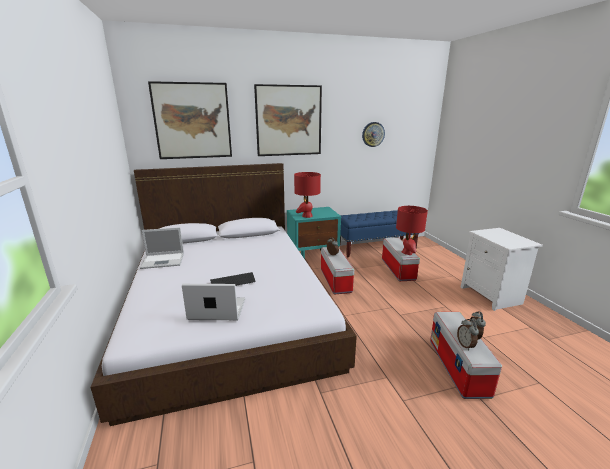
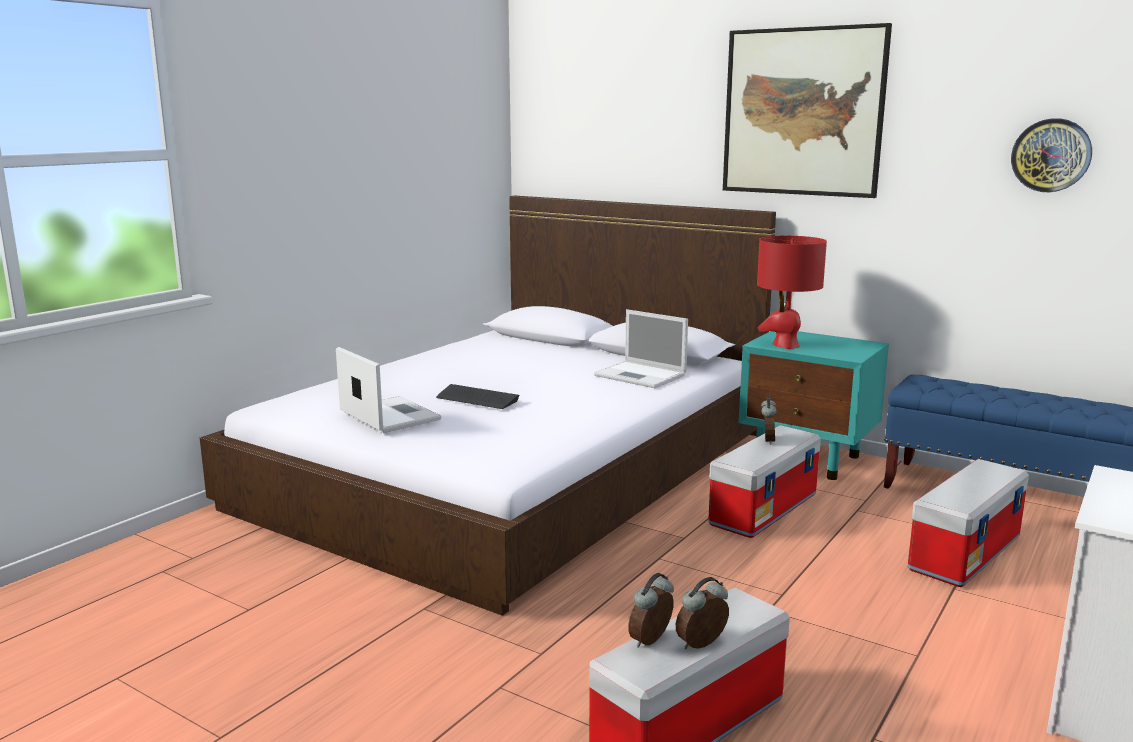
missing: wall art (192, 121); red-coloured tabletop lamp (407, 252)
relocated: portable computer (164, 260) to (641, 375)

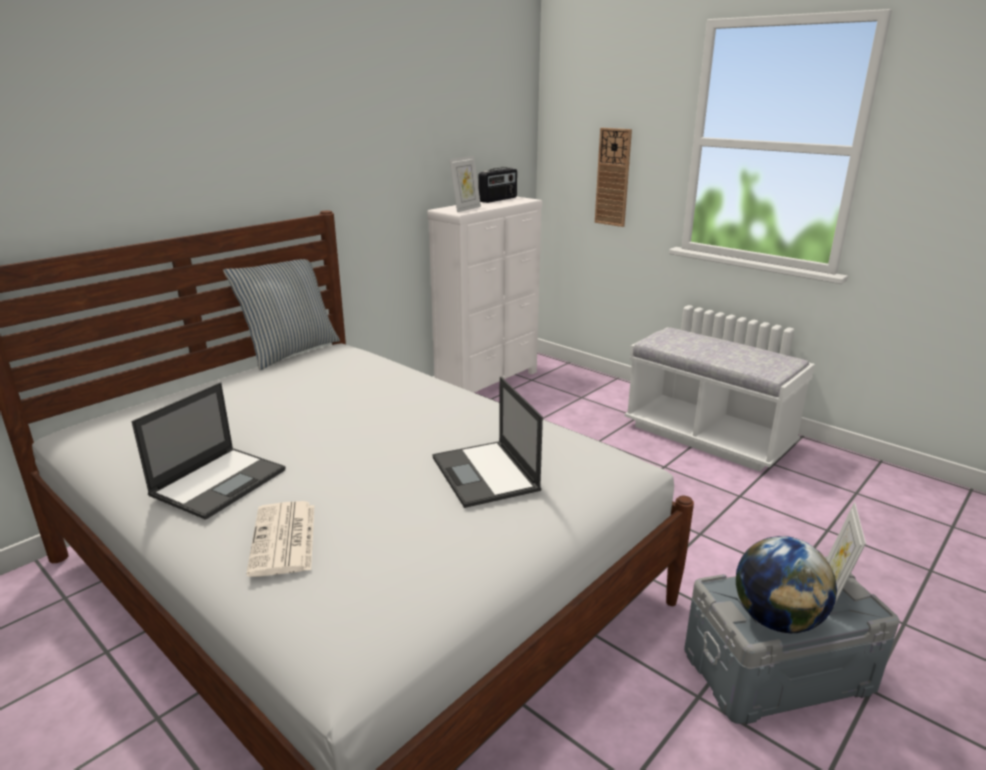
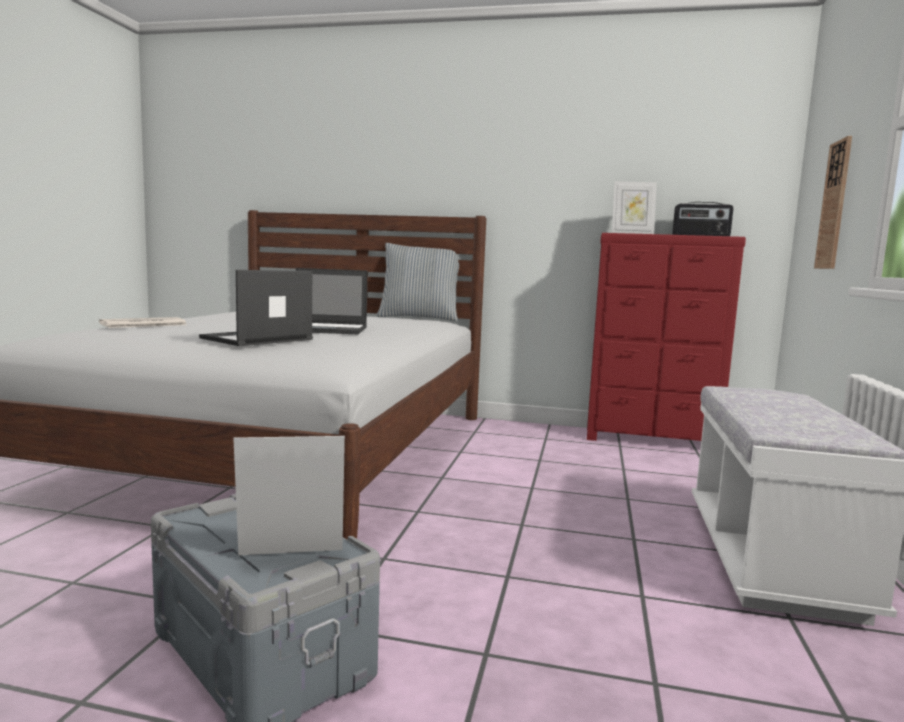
missing: desk globe (777, 619)
relocated: portable computer (220, 481) to (327, 329)
colour: white dresser (489, 382) to red-coloured dresser (651, 440)

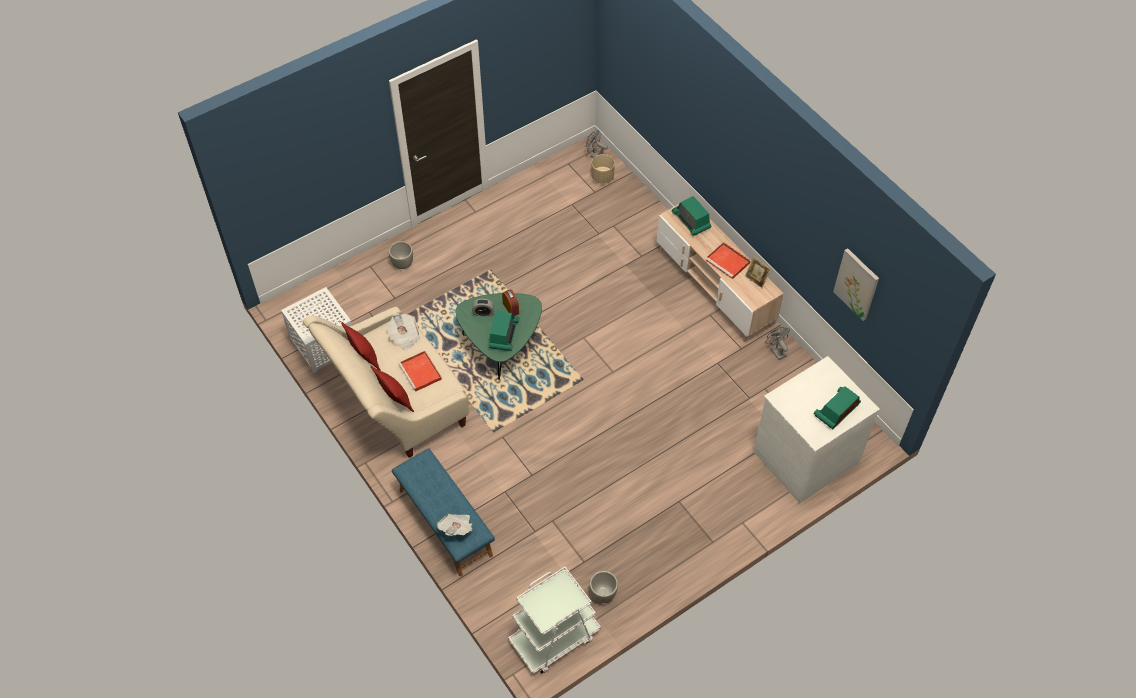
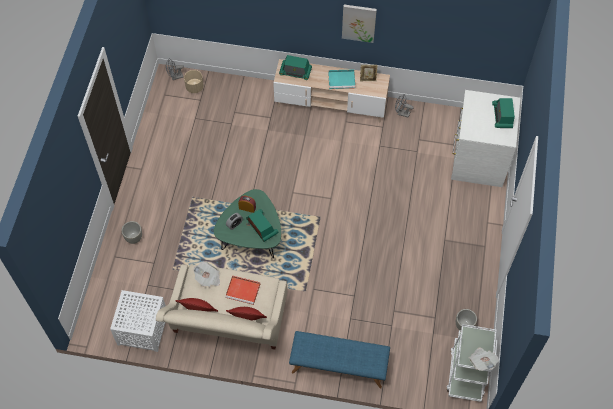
relocated: daily paper (457, 528) to (482, 361); wall art (857, 284) to (359, 22)
colour: red-coloured tray (728, 262) to turquoise tray (342, 80)

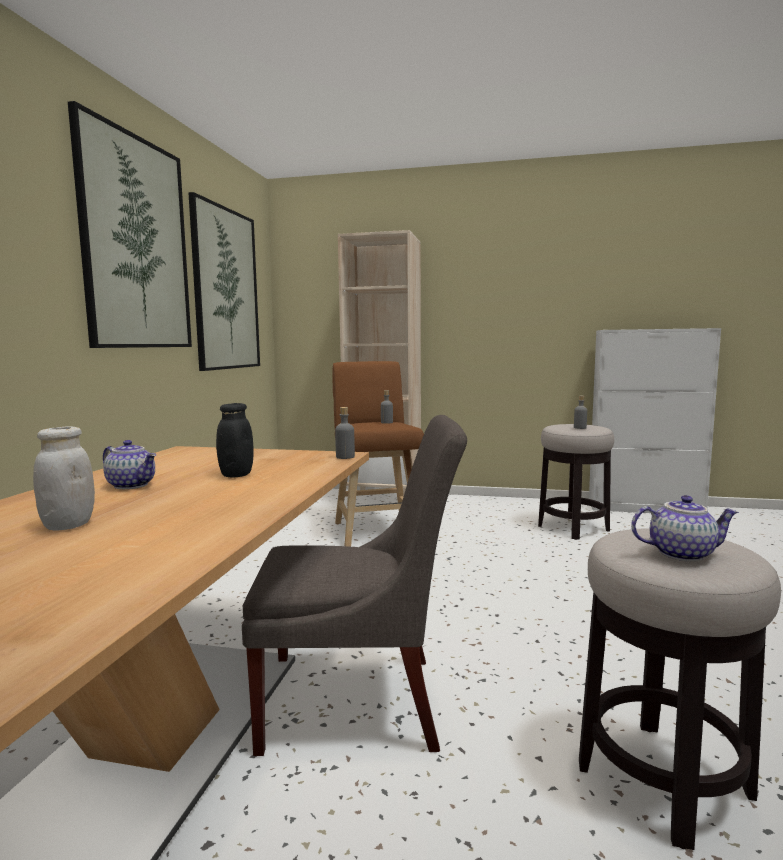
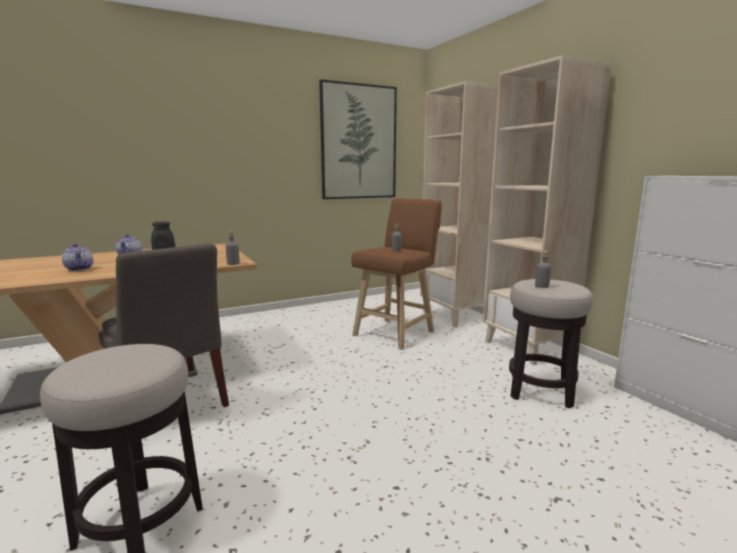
missing: white jar (68, 525); wall art (136, 243)
appeared: sand-coloured bookcase (528, 347)
relocated: pot for tea (681, 553) to (80, 269)

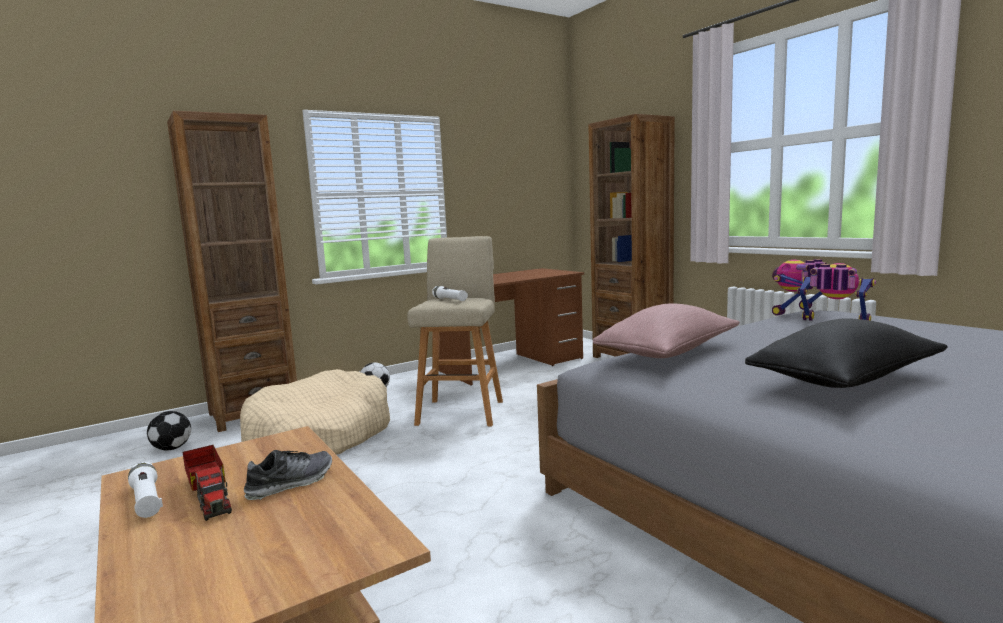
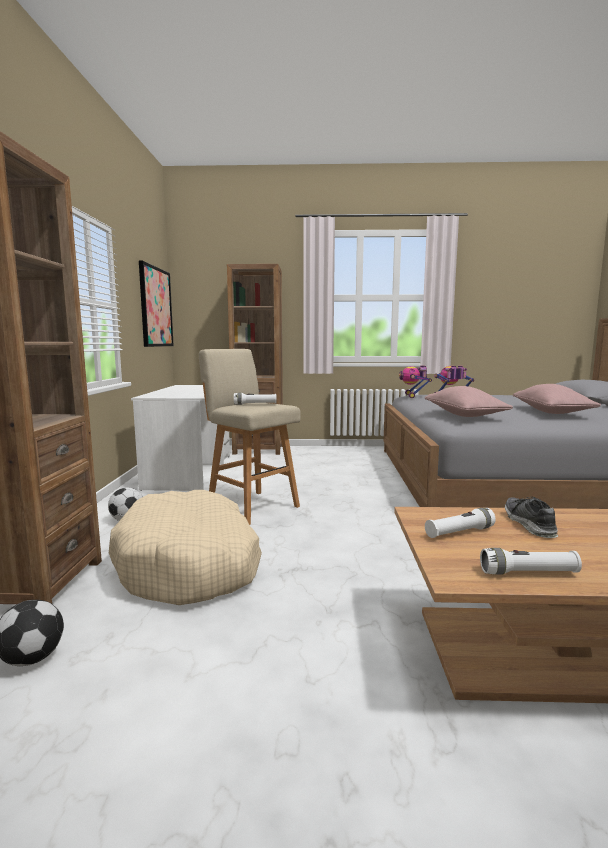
missing: toy truck (209, 493)
appeared: wall art (156, 307); white hand torch (459, 532)
colour: brown desk (512, 365) to white desk (190, 471); blackish pillow (845, 381) to pink pillow (551, 412)

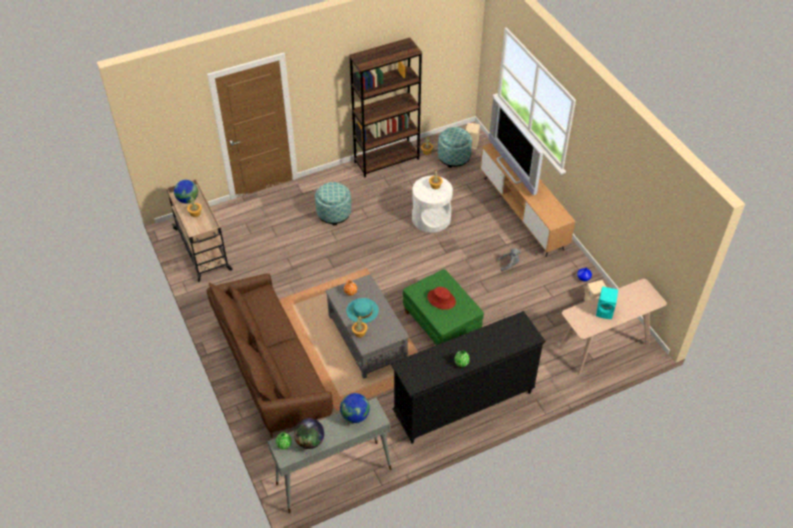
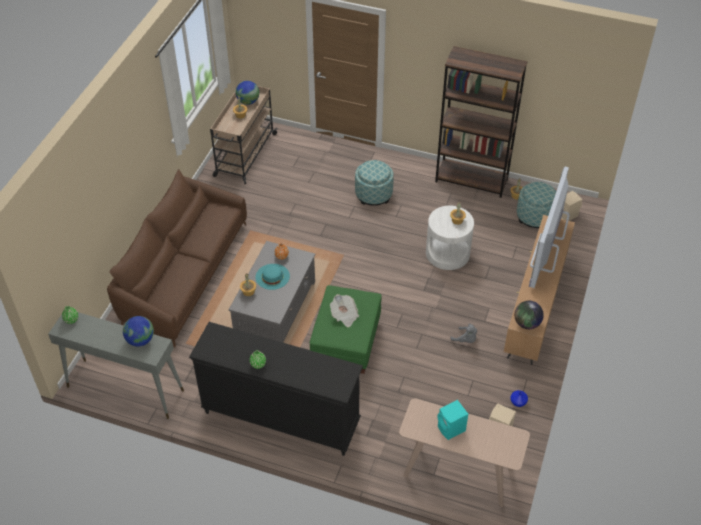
relocated: desk globe (310, 441) to (527, 323)
exchanged: red-coloured hat (441, 299) to daily paper (344, 315)

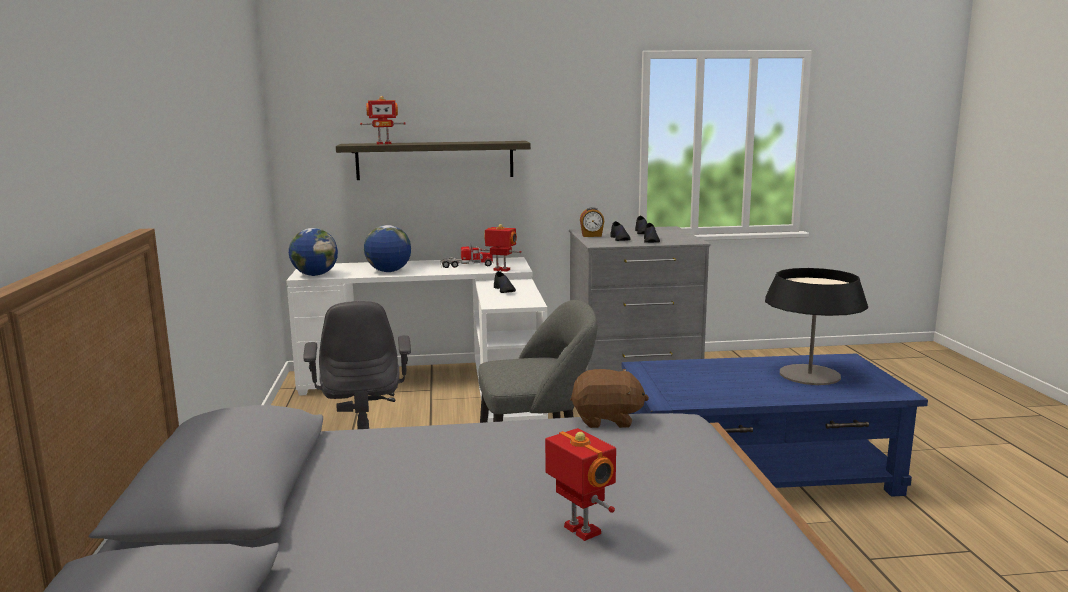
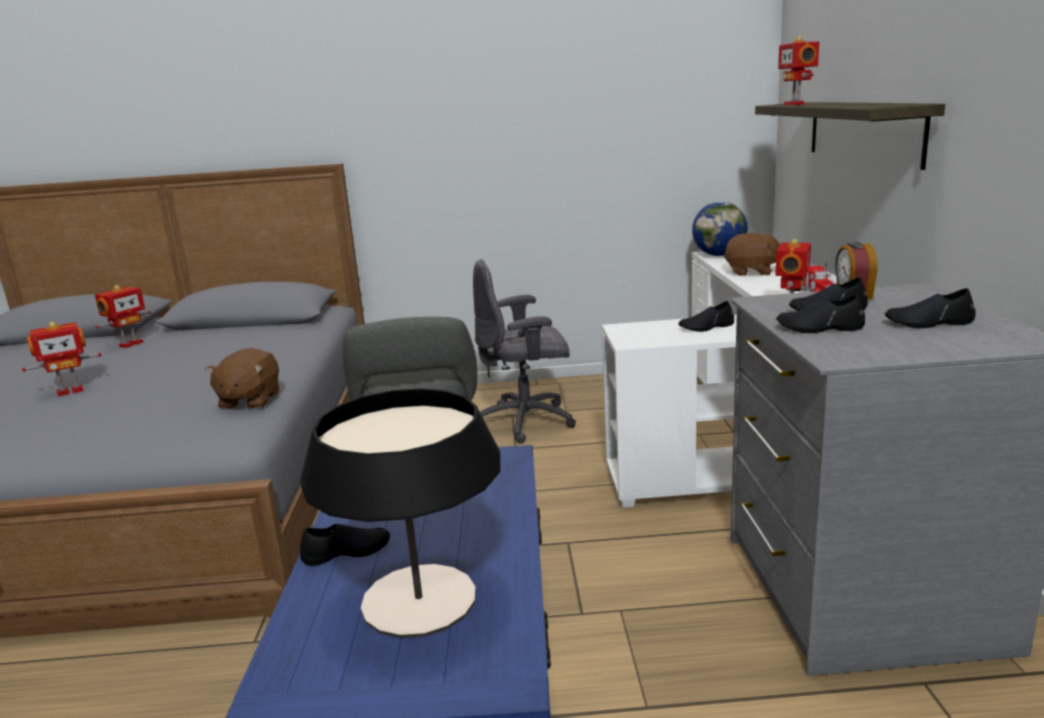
appeared: toy robot (130, 344); blackish item of footwear (346, 552)
exchanged: desk globe (389, 271) to brown cuddly toy (752, 272)

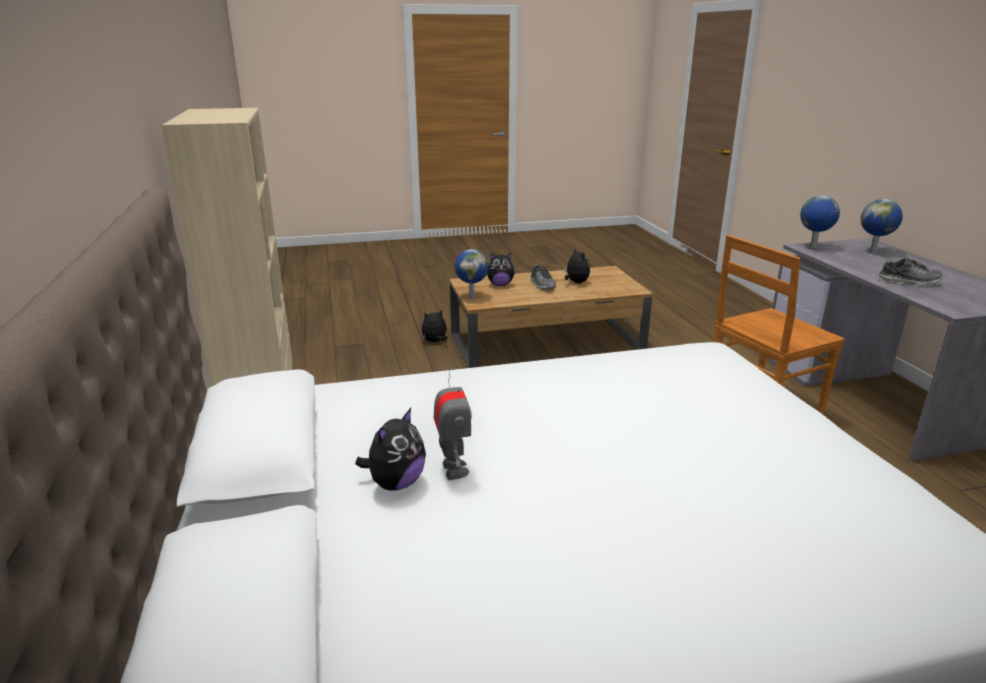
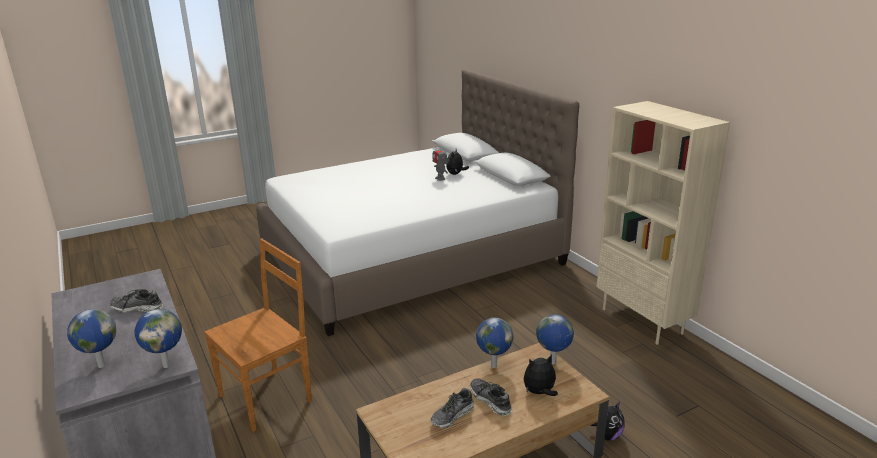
appeared: desk globe (493, 365)
exchanged: cuddly toy (576, 282) to item of footwear (452, 416)

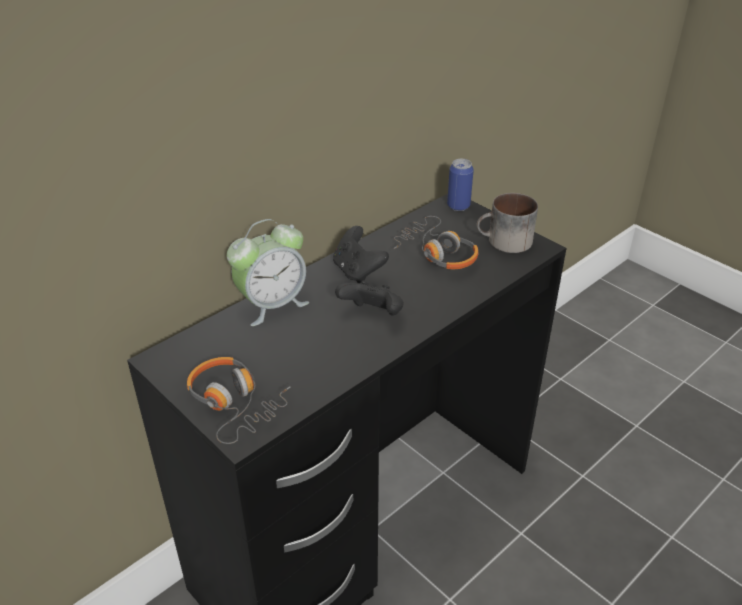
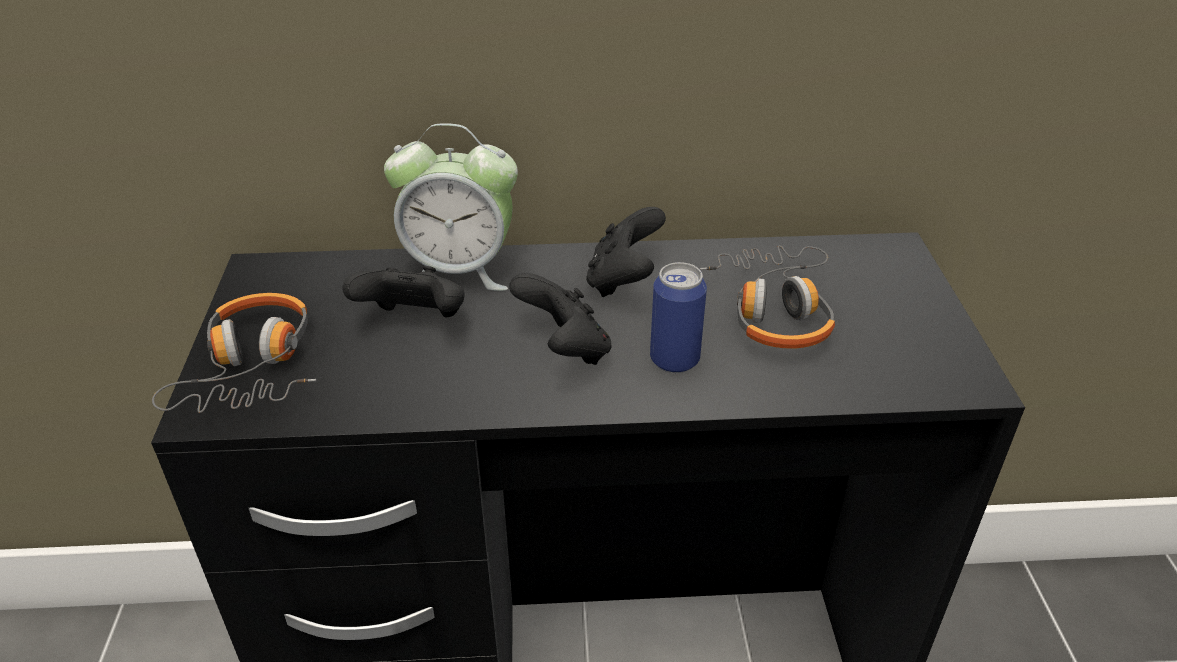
missing: coffee mug (504, 242)
appeared: blackish gamepad (415, 322)
relocated: sealed can (458, 206) to (674, 360)

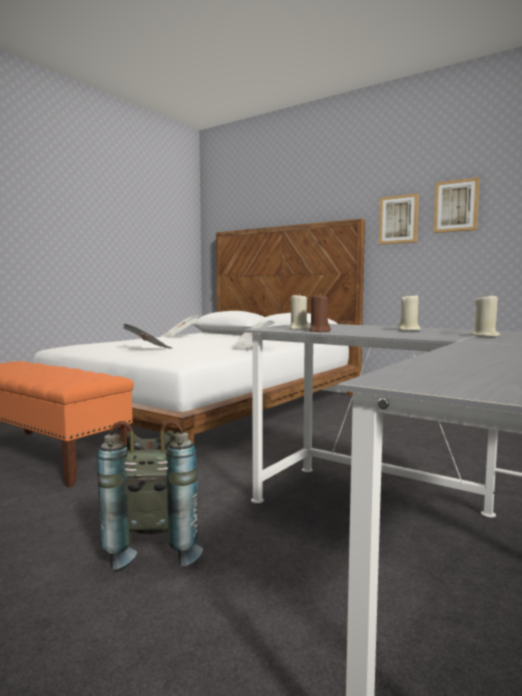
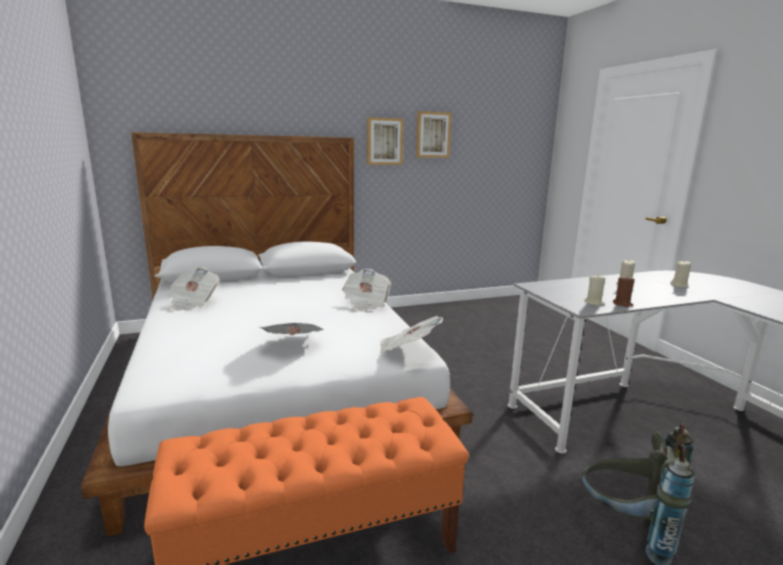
appeared: daily paper (408, 350)

